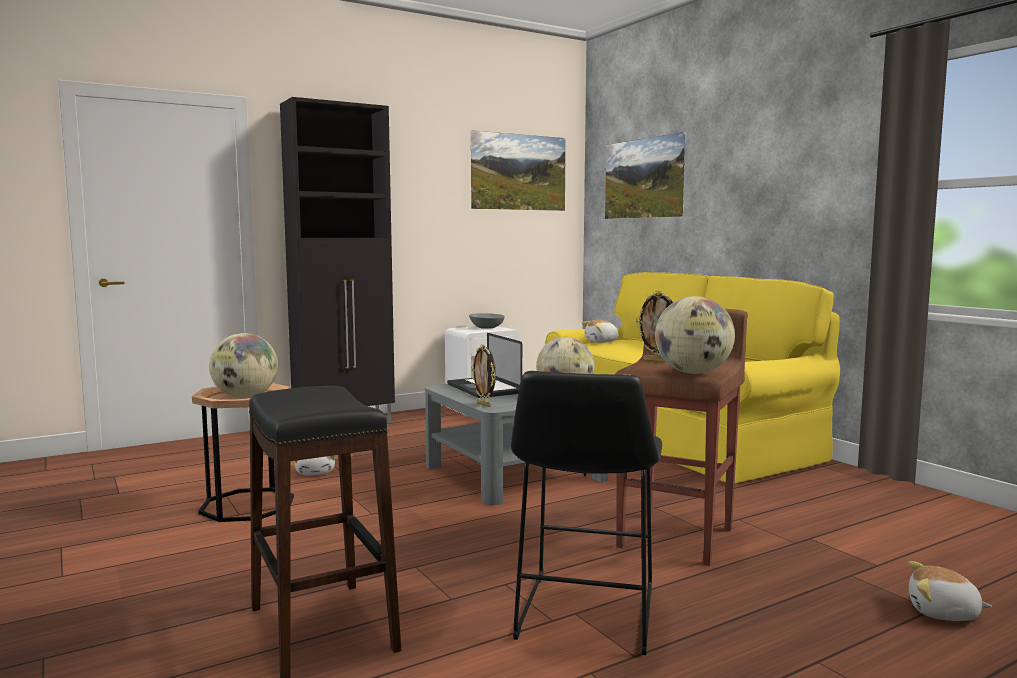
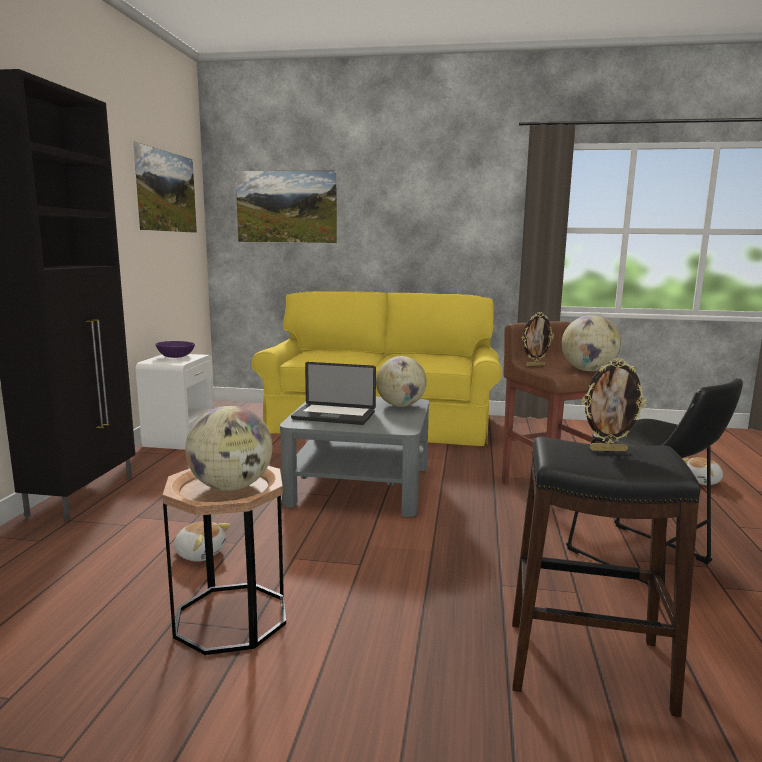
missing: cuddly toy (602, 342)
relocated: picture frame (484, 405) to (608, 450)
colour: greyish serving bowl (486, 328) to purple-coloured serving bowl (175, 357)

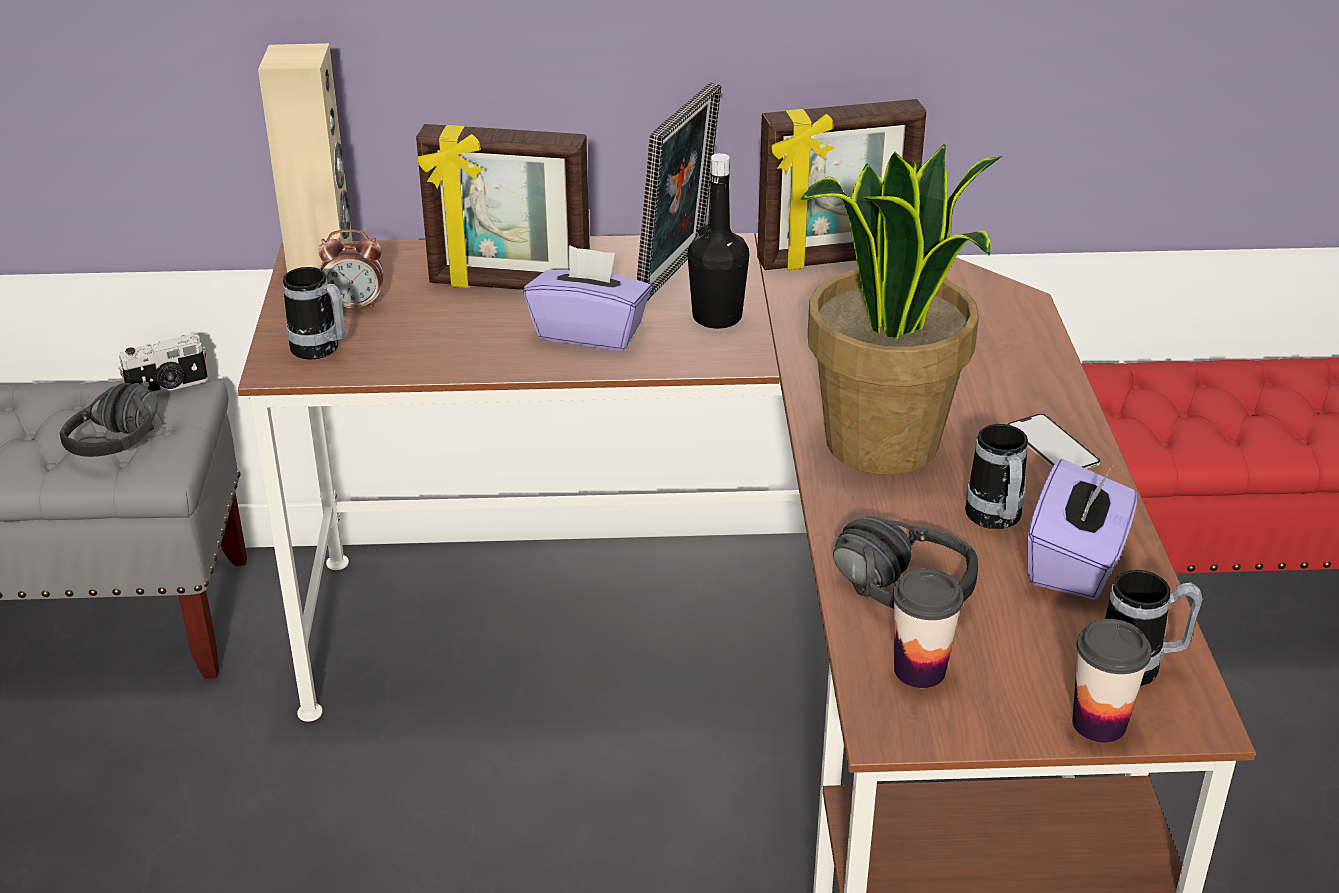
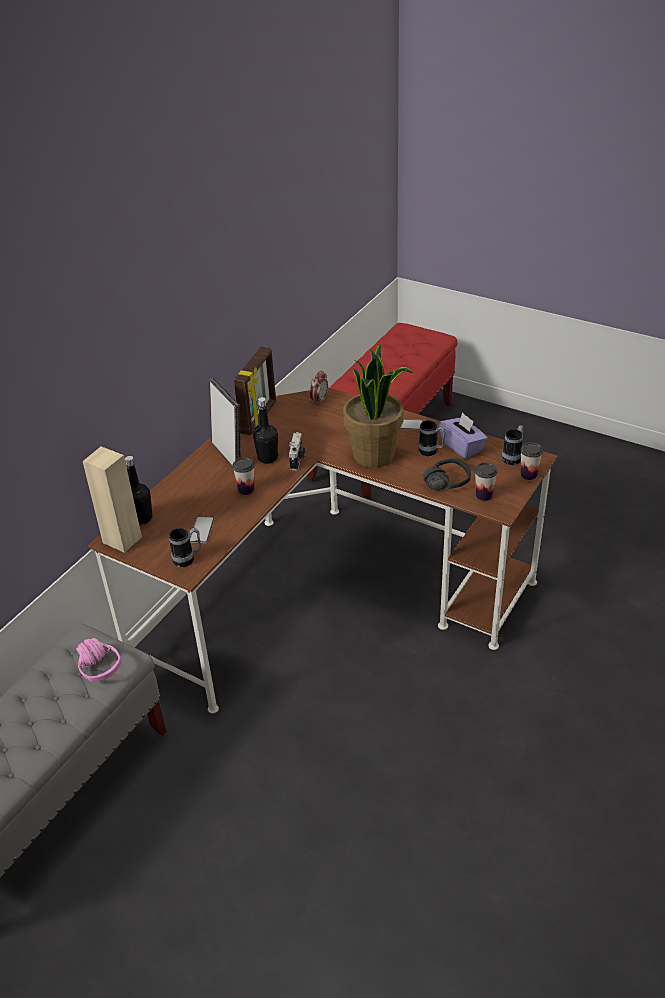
missing: picture frame (509, 285)
appeared: blackish beverage bottle (142, 518); handset (201, 530)
relocated: photo camera (168, 387) to (297, 459); bedside clock (355, 306) to (319, 400)
exchanged: purple-coloured tissue box (590, 332) to cup (246, 489)
colour: blackish headset (132, 444) to pink headset (106, 662)

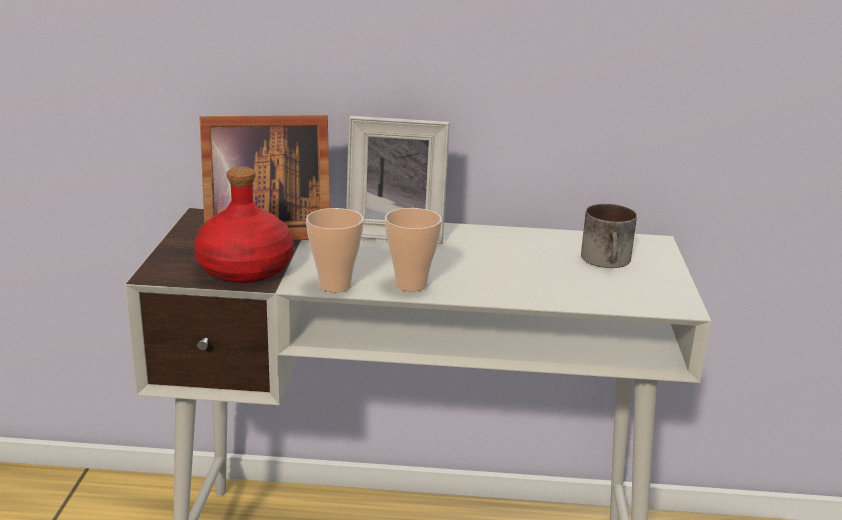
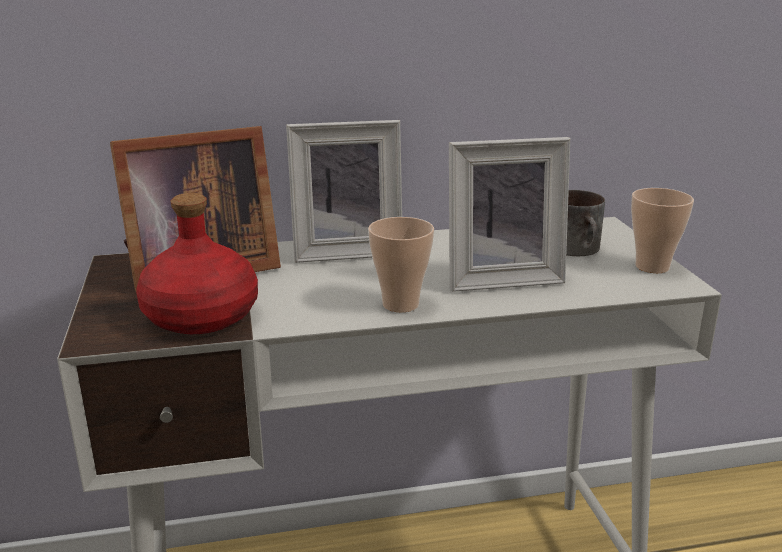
appeared: picture frame (501, 278)
relocated: cup (335, 285) to (652, 267)

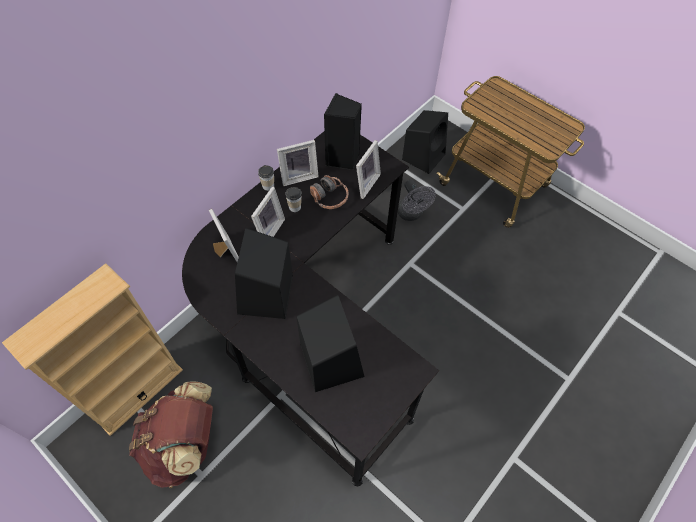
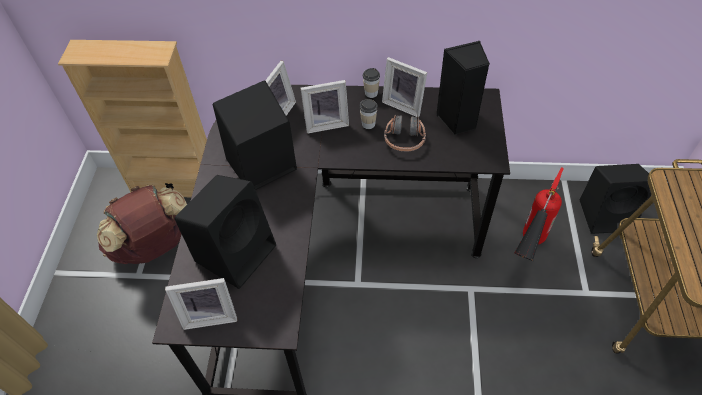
relocated: picture frame (364, 183) to (210, 314)
exchanged: greyish electric fan (411, 214) to extinguisher (526, 252)

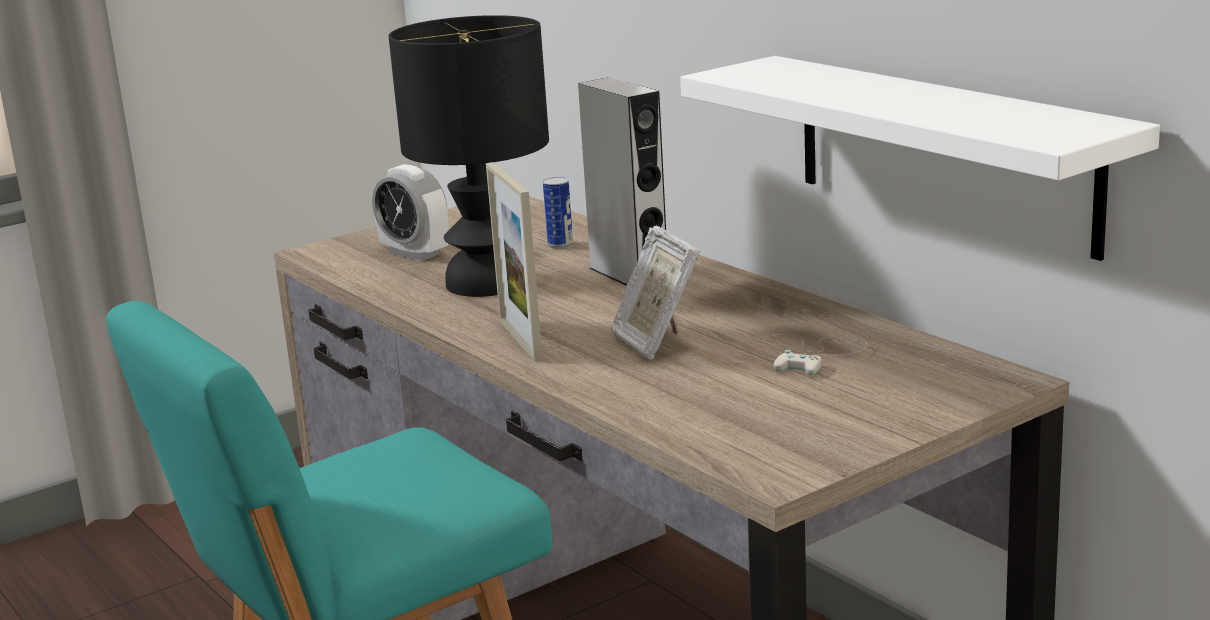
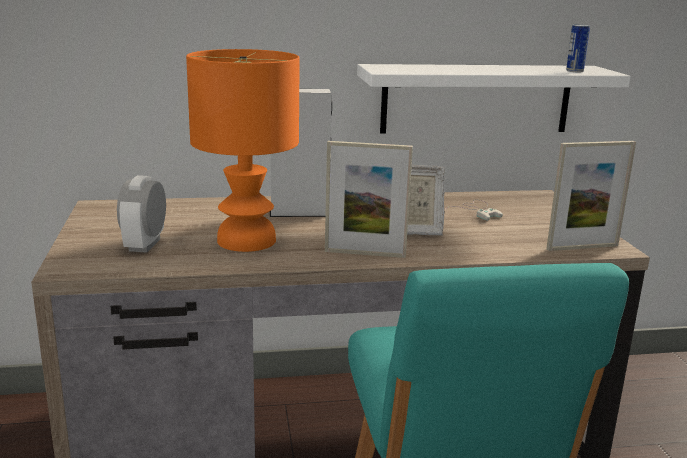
appeared: picture frame (582, 247)
relocated: sealed can (560, 245) to (574, 71)
colour: blackish tabletop lamp (488, 282) to orange-coloured tabletop lamp (246, 240)
spun: bedside clock (414, 253) = (145, 245) 120 degrees clockwise

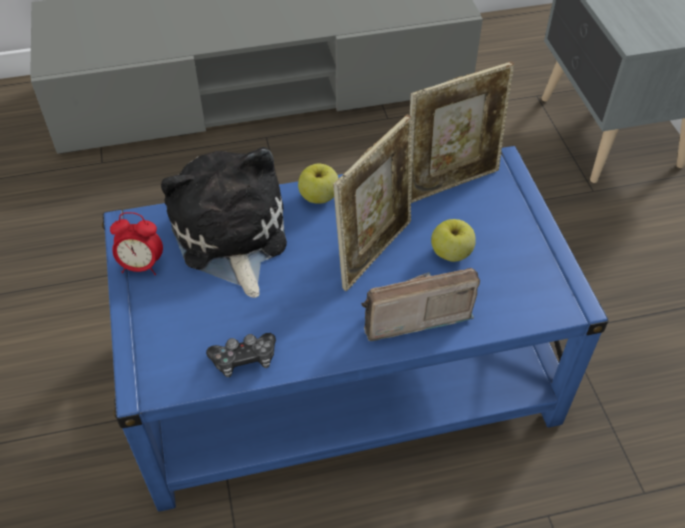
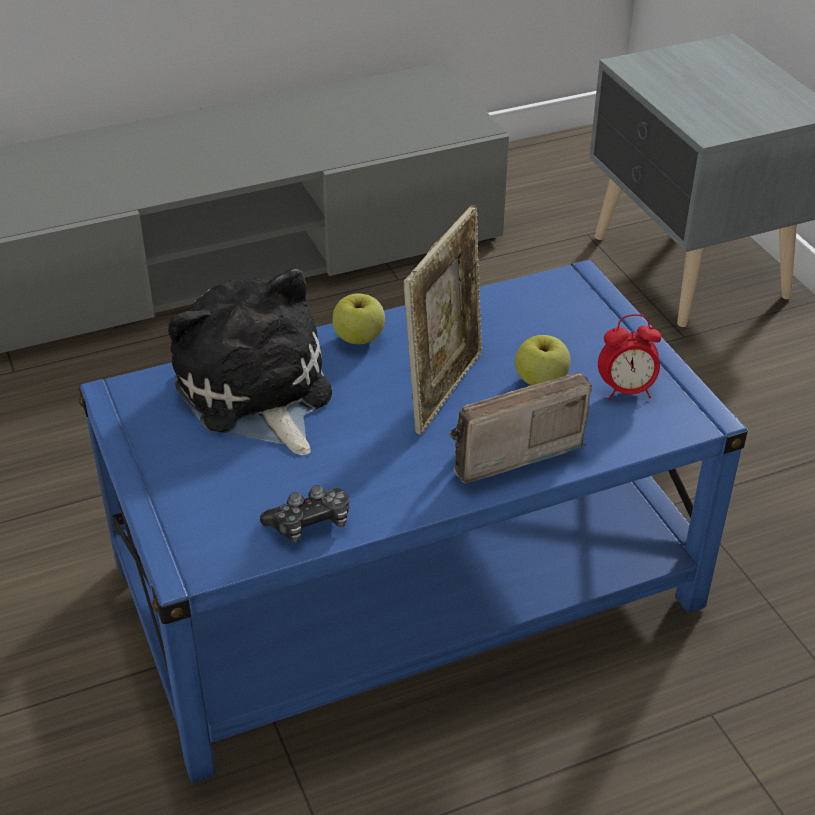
missing: picture frame (451, 182)
relocated: bedside clock (141, 266) to (626, 391)

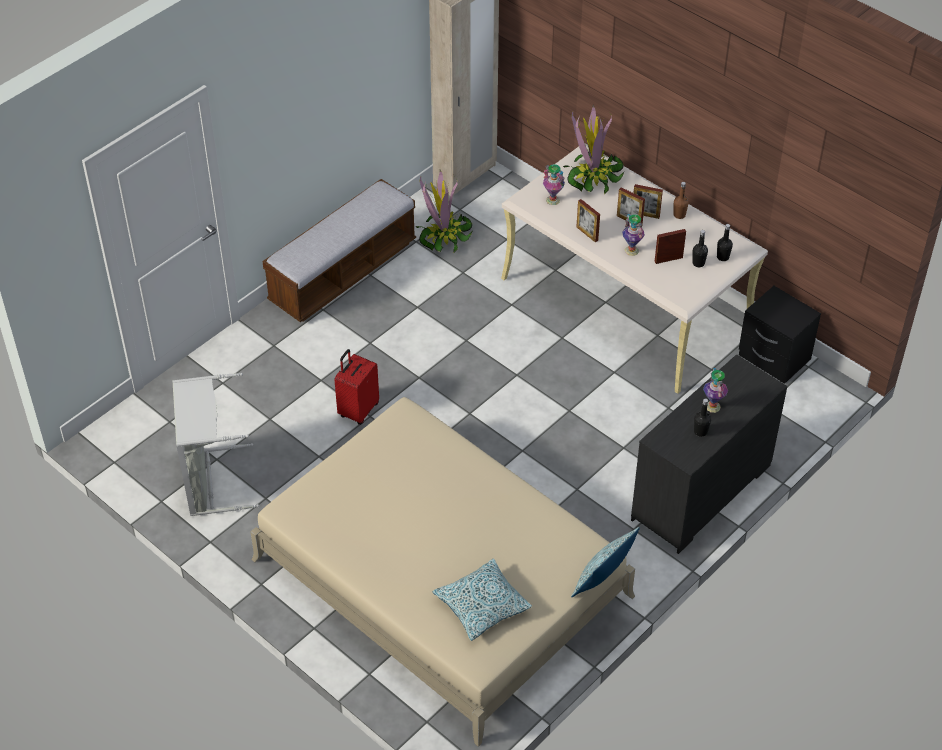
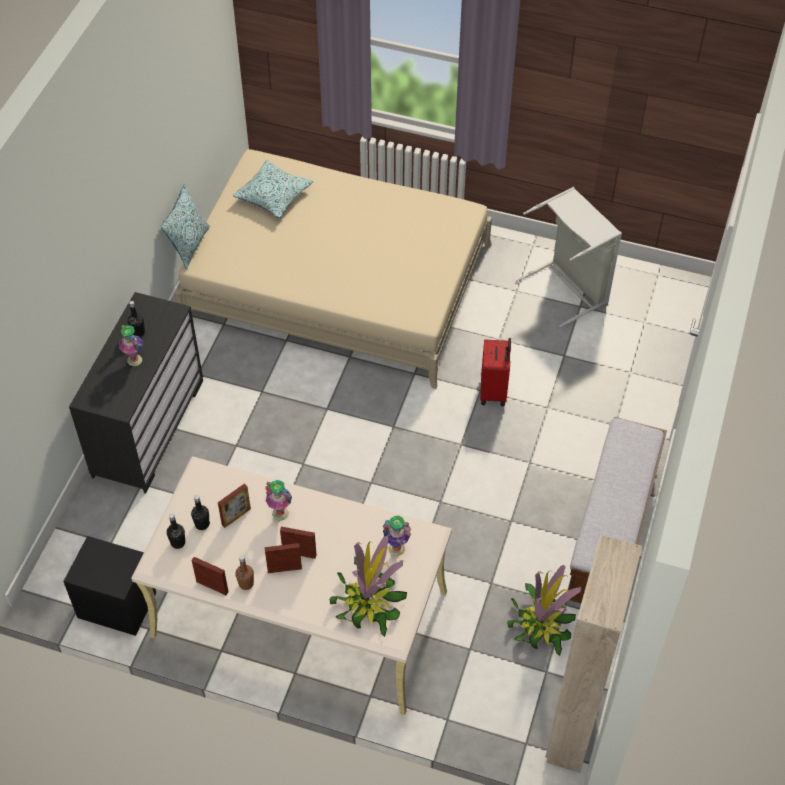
relocated: picture frame (587, 234) to (212, 587)

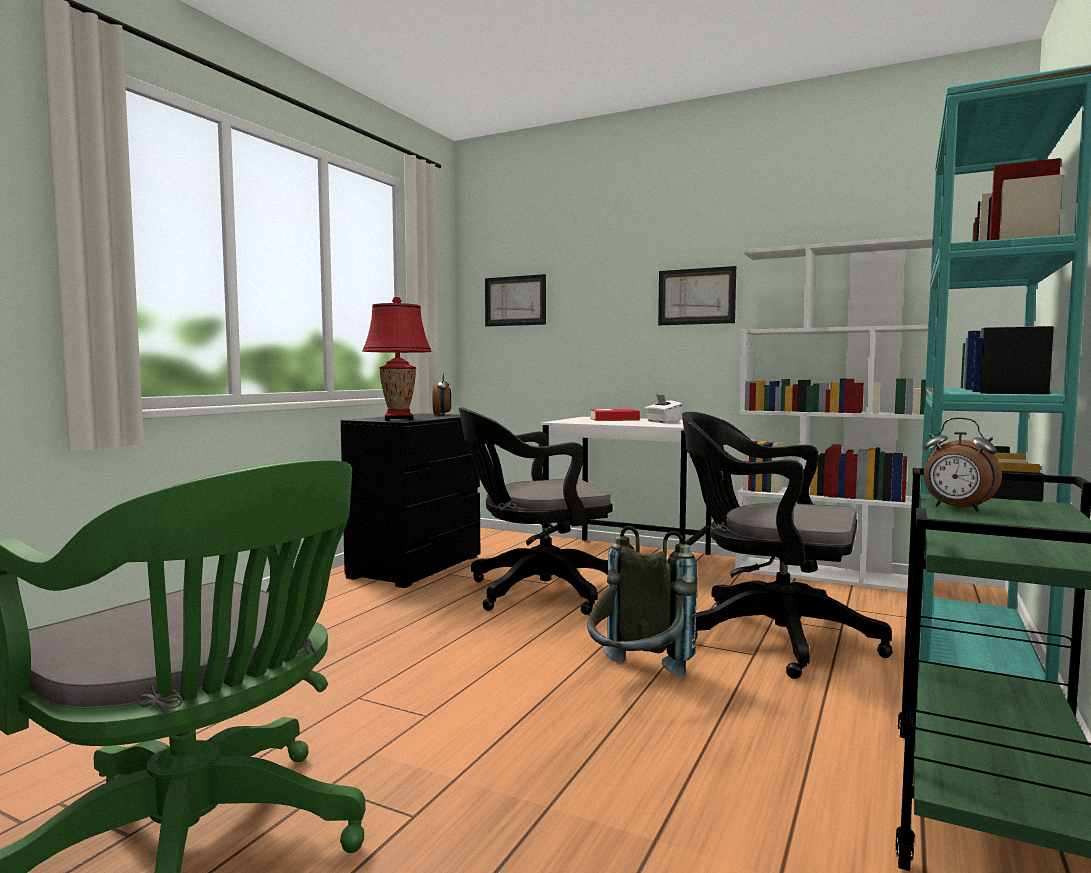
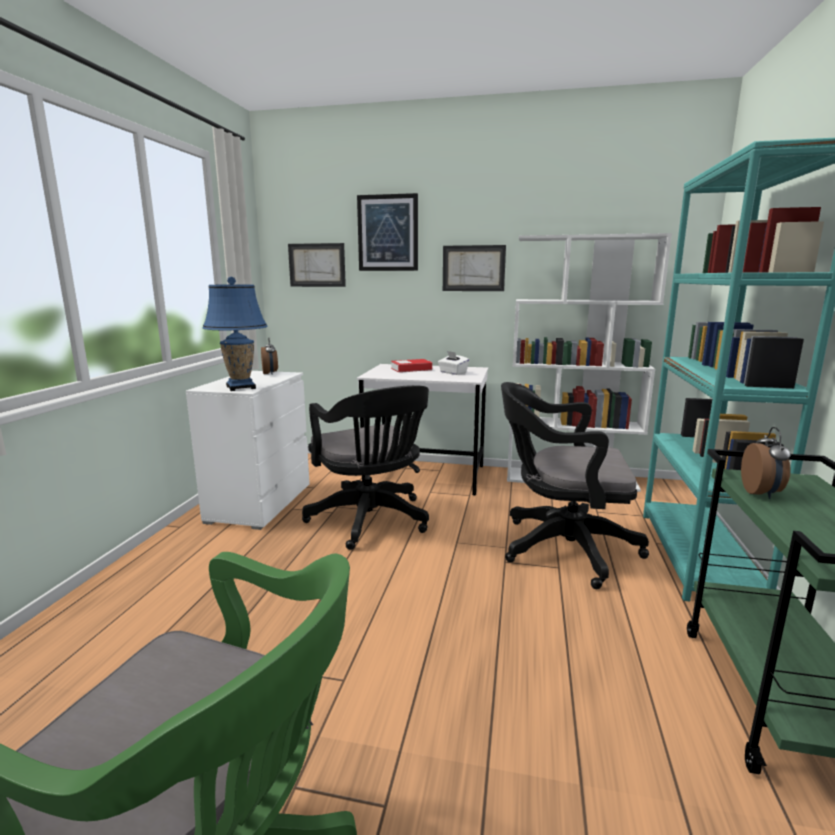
missing: greyish backpack (637, 679)
appeared: wall art (388, 233)
colour: blackish dresser (416, 567) to white dresser (260, 503); red-coloured tabletop lamp (399, 419) to blue-coloured tabletop lamp (241, 387)
spun: blackish computer chair (536, 592) = (371, 521) 90 degrees counterclockwise; bedside clock (956, 508) = (761, 493) 105 degrees counterclockwise

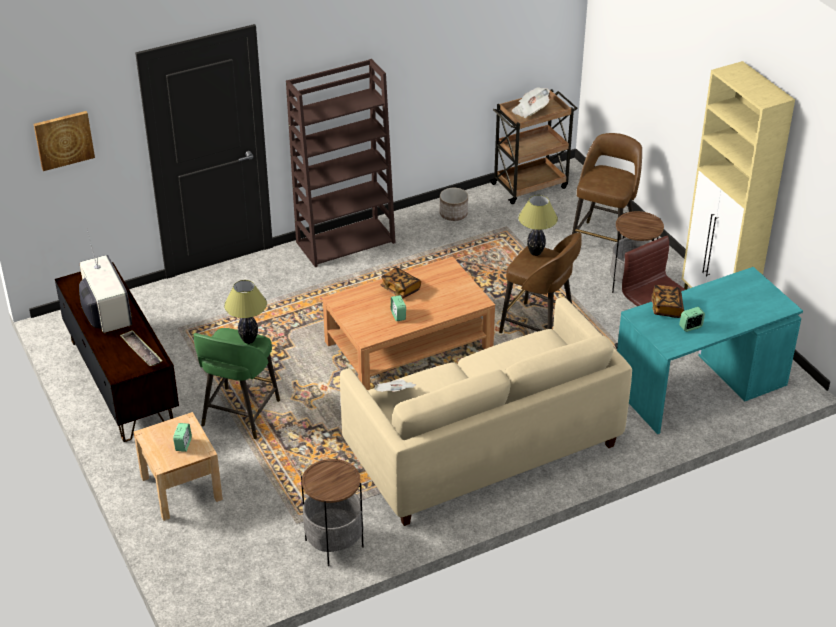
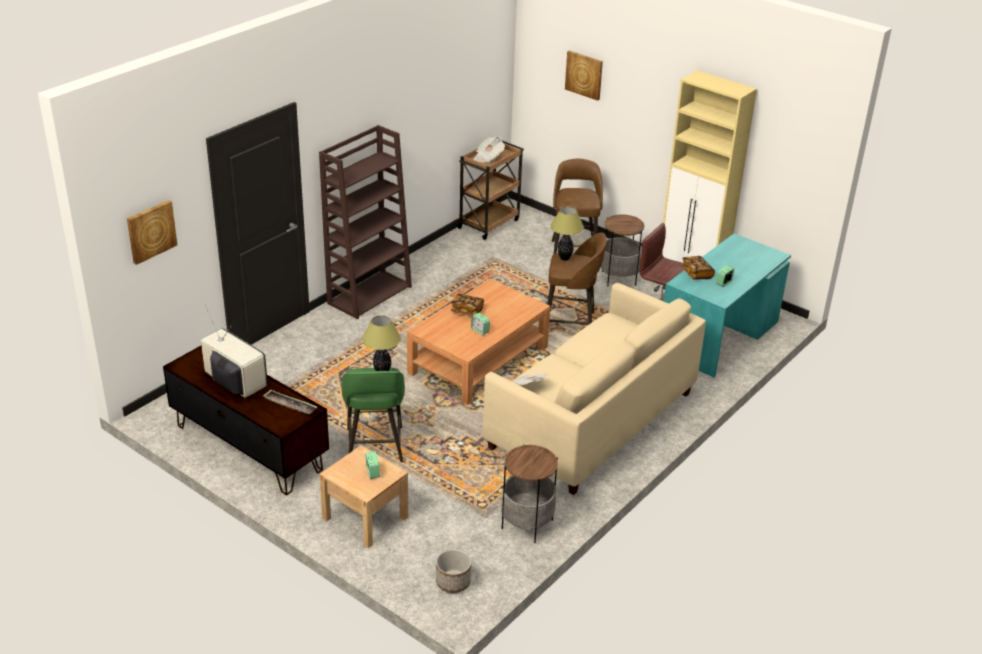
appeared: wall art (584, 75)
relocated: flower pot (453, 214) to (452, 582)

